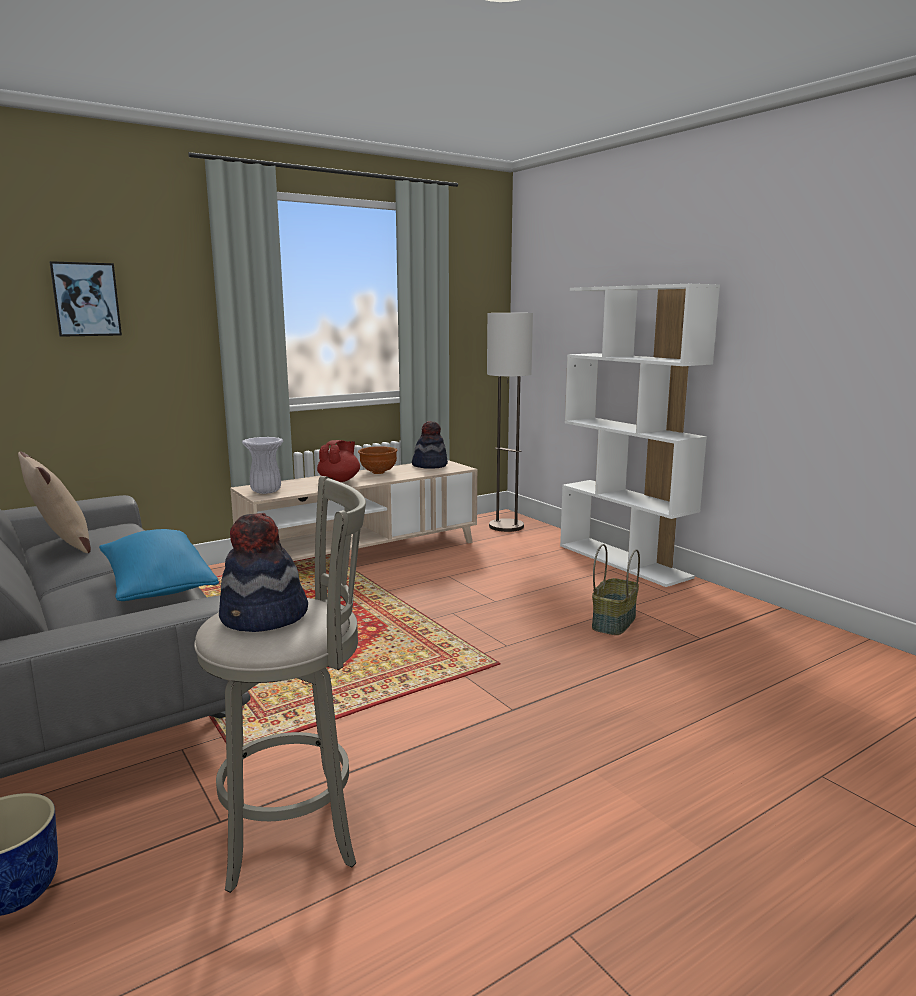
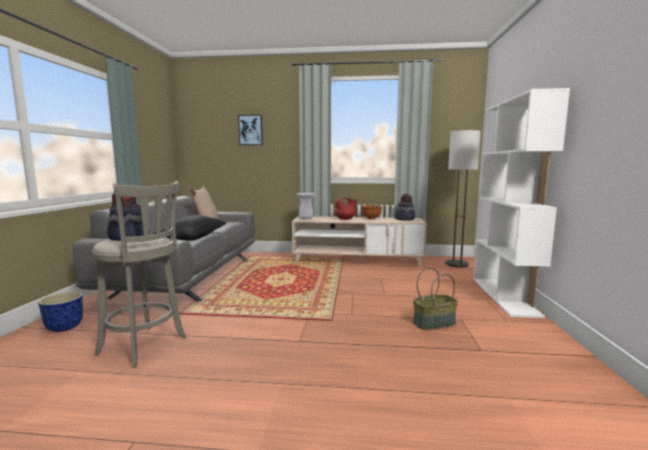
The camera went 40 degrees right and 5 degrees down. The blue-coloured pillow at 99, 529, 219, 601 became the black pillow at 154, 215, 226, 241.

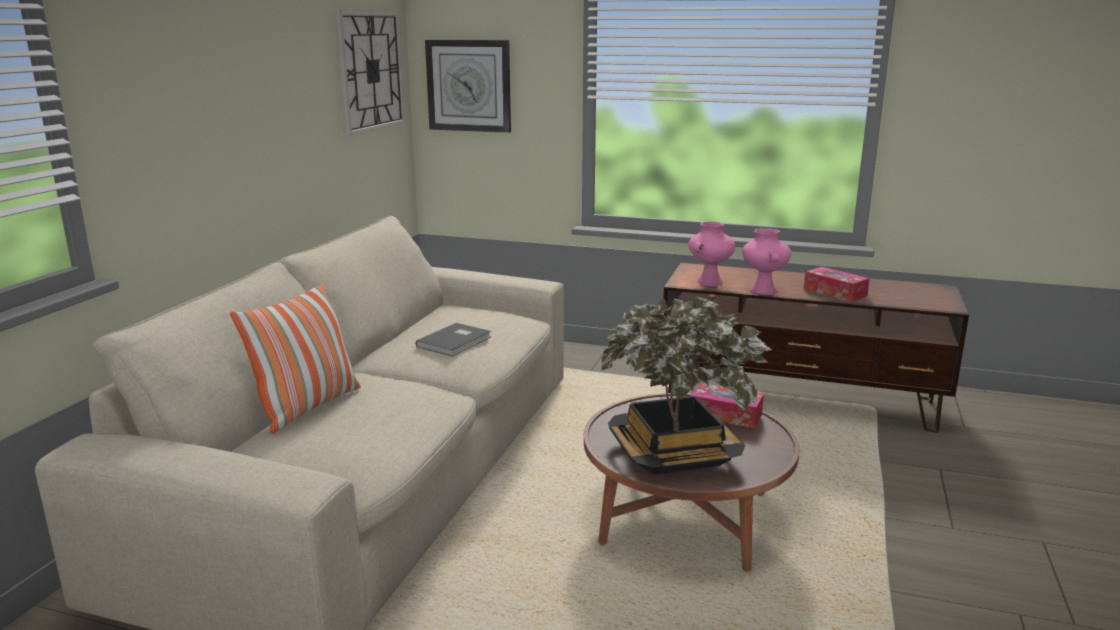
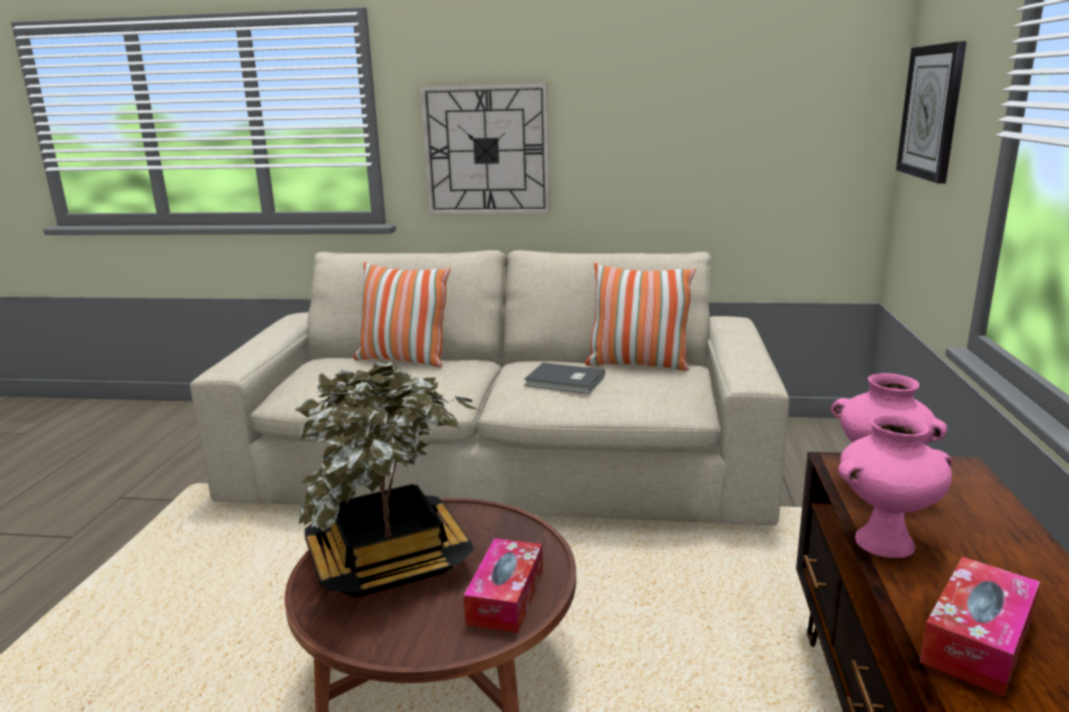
The camera went 80 degrees right and 0 degrees up. The clock on the wall moved from 335, 11, 405, 136 to 420, 83, 550, 215. The pillow at 585, 263, 696, 371 appeared.

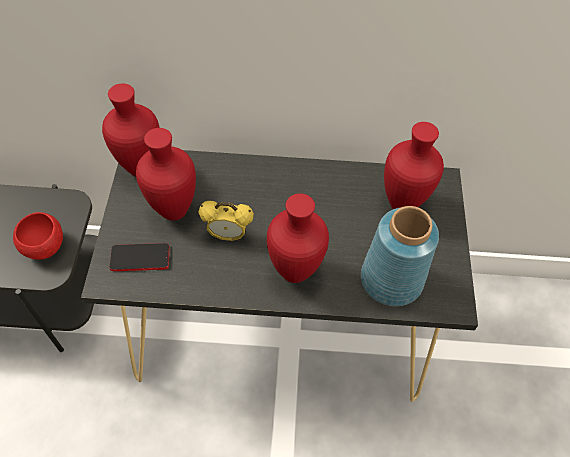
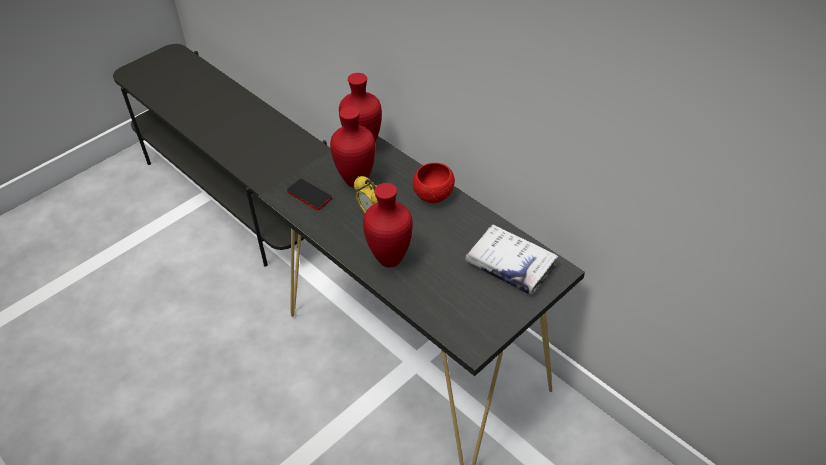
The camera went 45 degrees right and 10 degrees down. The red decorative vase at 384, 122, 444, 209 was replaced by the whitish bound book at 465, 224, 558, 295. The blue-coloured decorative vase at 361, 206, 439, 306 disappeared. The red serving bowl moved from 13, 212, 63, 260 to 413, 163, 455, 203.

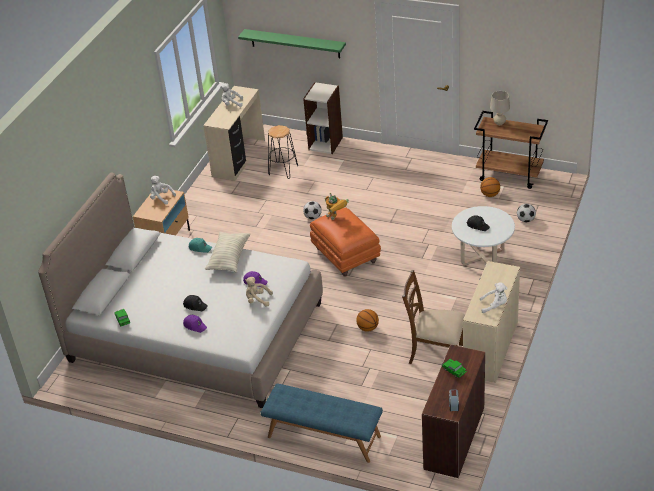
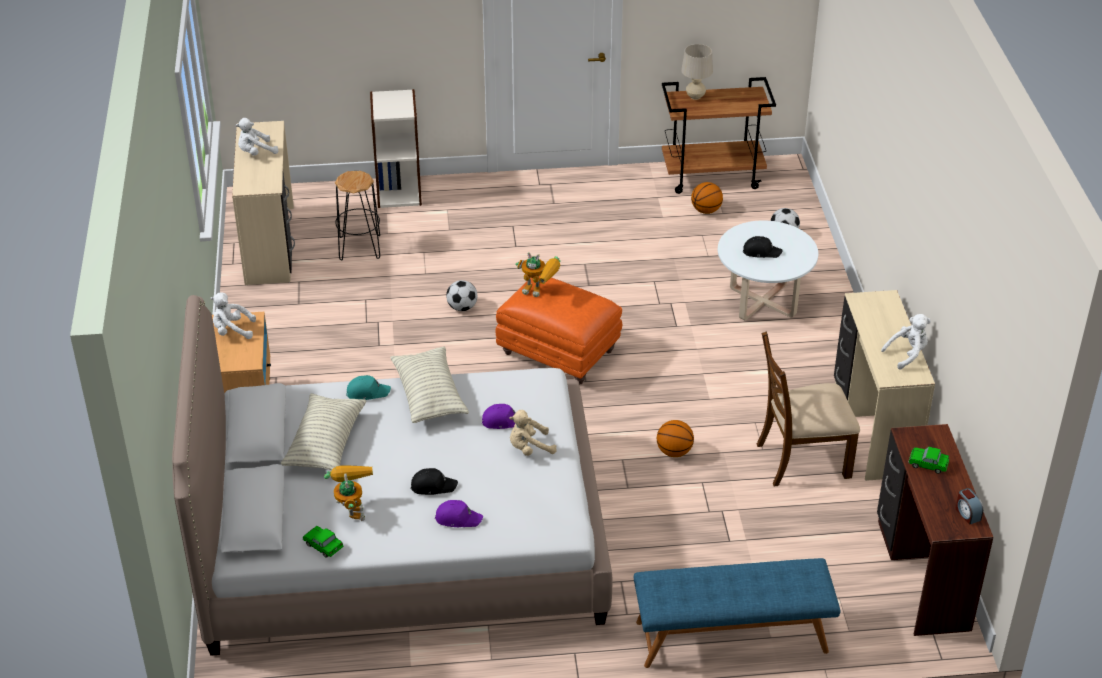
The camera went 30 degrees left and 0 degrees up. The greenish shelf at 238, 29, 346, 58 disappeared. The pillow at 281, 393, 366, 470 appeared. The model robot at 324, 465, 373, 521 appeared.

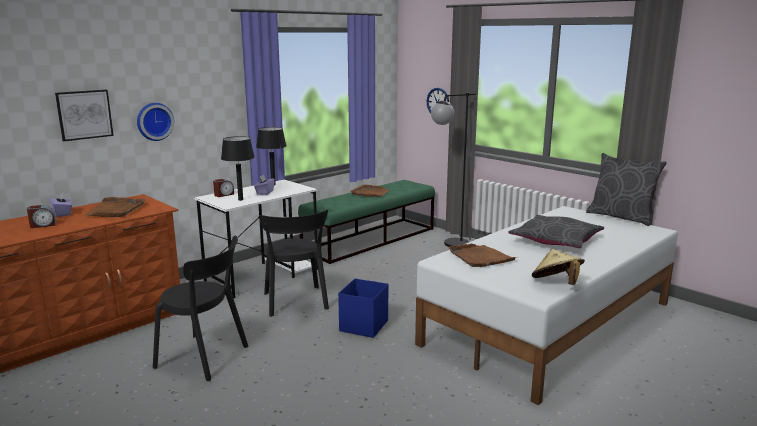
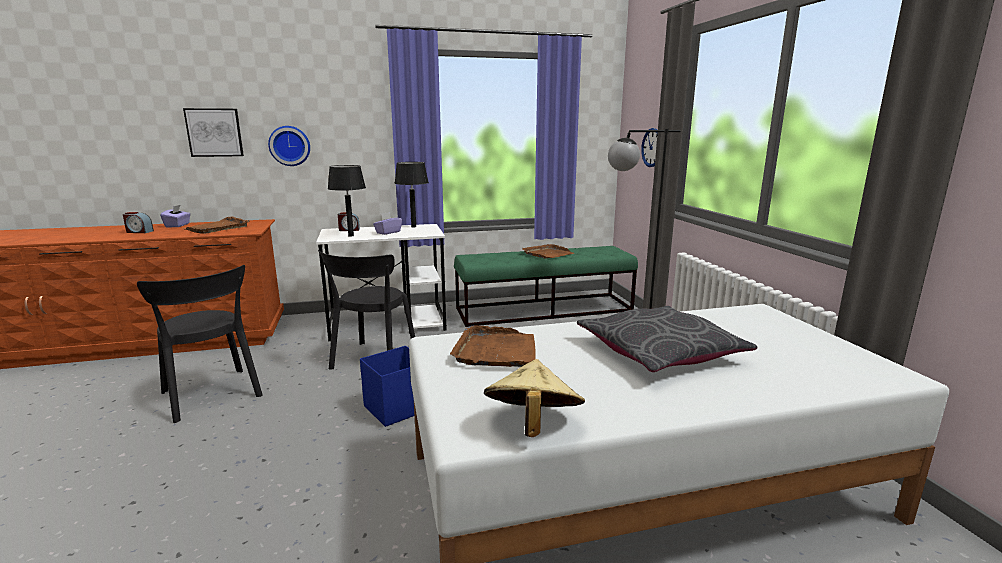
The camera went 30 degrees right and 0 degrees up. The grey pillow at 586, 153, 667, 226 disappeared.

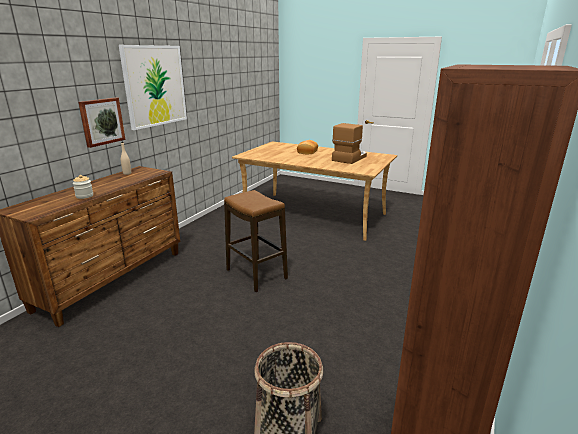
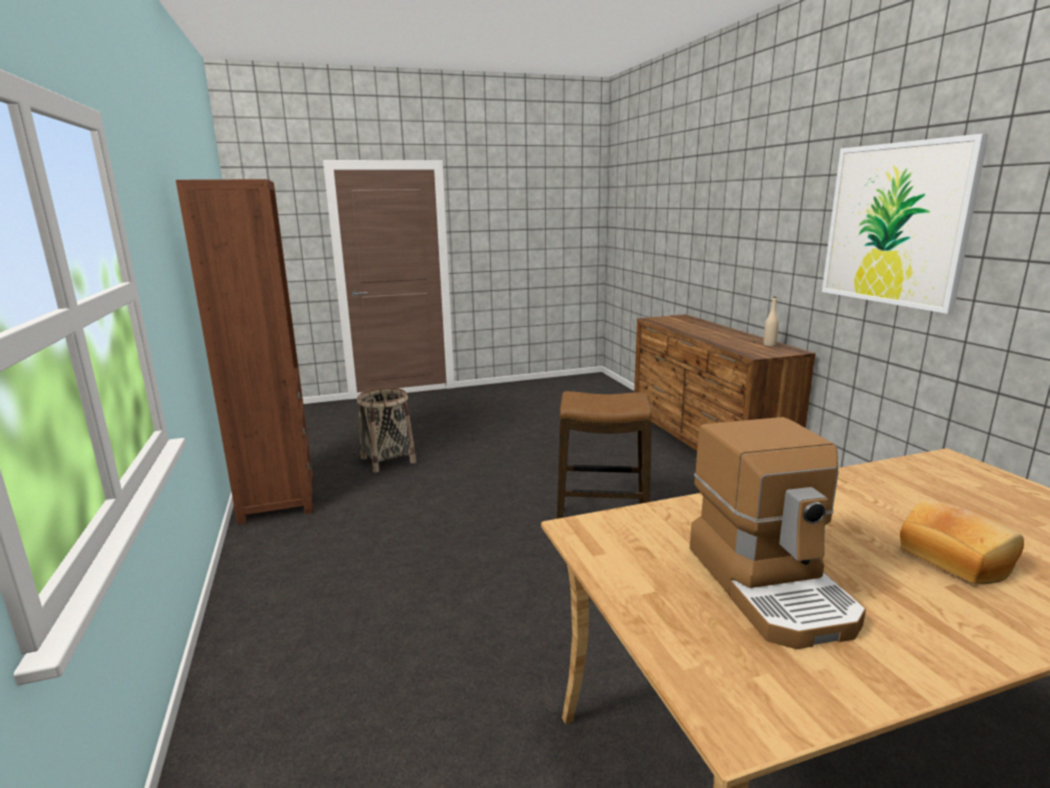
The camera went 135 degrees right and 5 degrees down. The wall art at 79, 97, 126, 148 disappeared. The storage jar at 73, 175, 93, 199 disappeared.

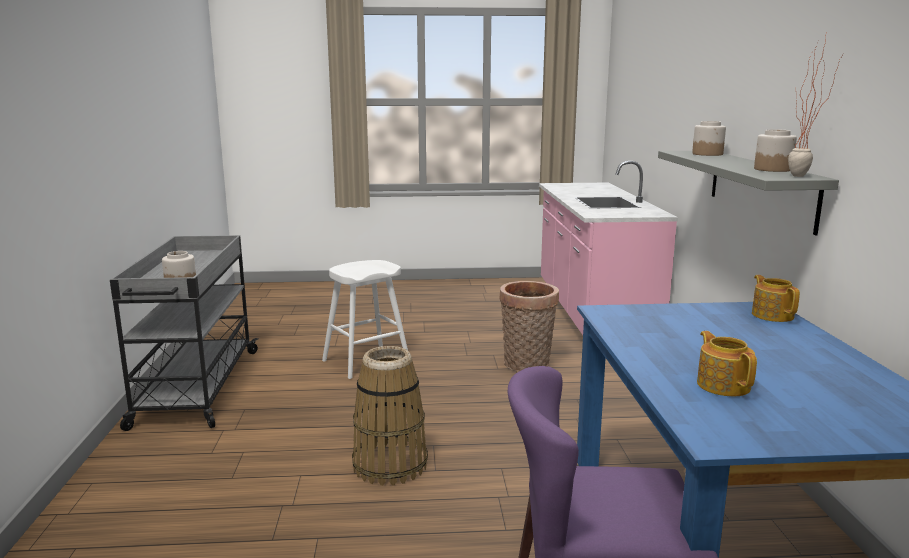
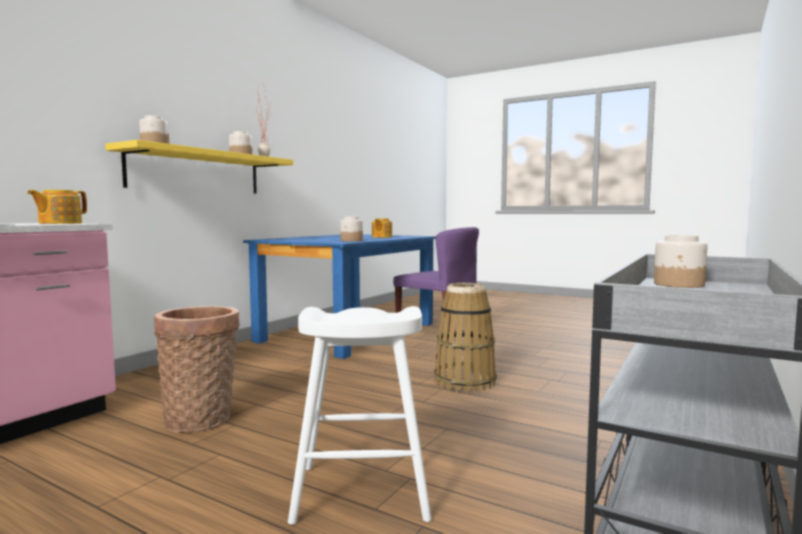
The camera went 145 degrees left and 10 degrees down. The grey shelf at 658, 151, 839, 235 became the yellow shelf at 105, 140, 293, 193. The teapot moved from 752, 275, 800, 322 to 27, 190, 87, 224. The storage jar at 340, 217, 363, 242 appeared.

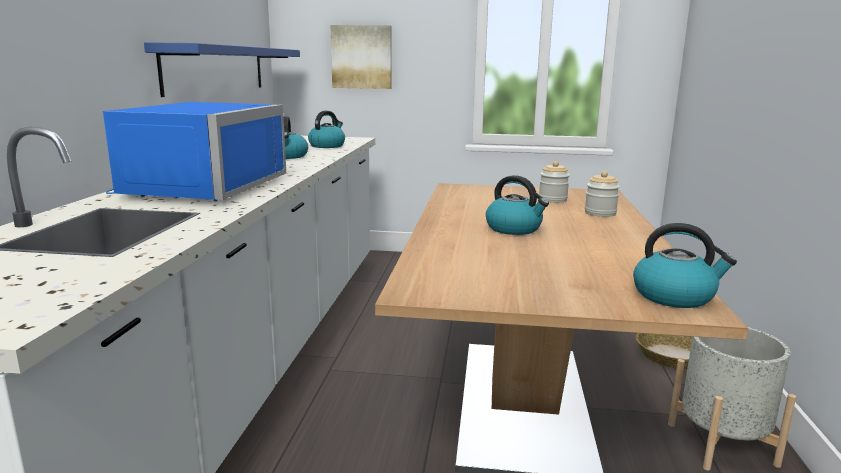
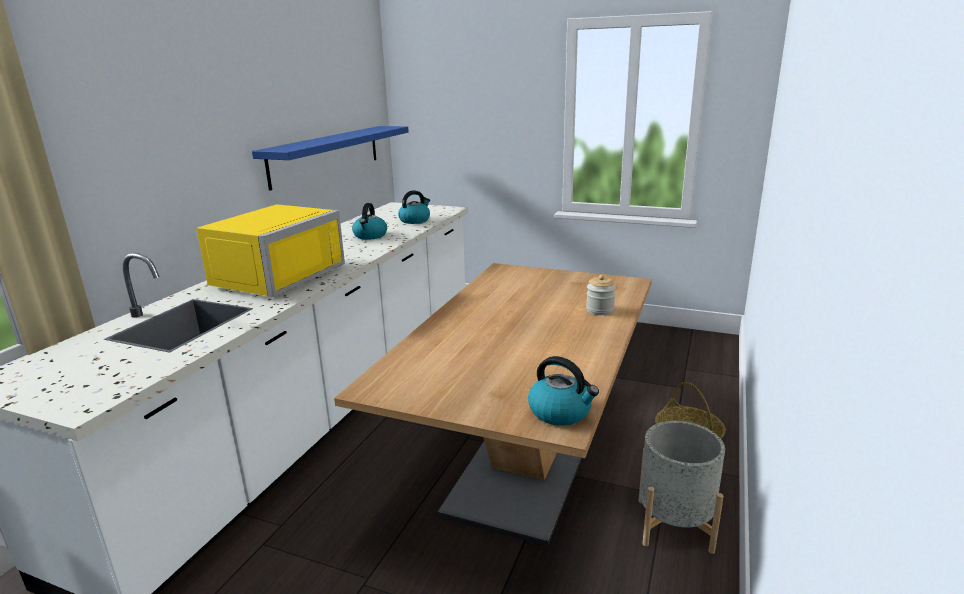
The camera went 15 degrees right and 5 degrees up. The wall art at 331, 25, 391, 89 disappeared. The blue-coloured microwave at 103, 102, 286, 201 became the yellow microwave at 196, 204, 345, 297. The storage jar at 539, 161, 570, 203 disappeared. The tea kettle at 486, 175, 549, 235 disappeared.

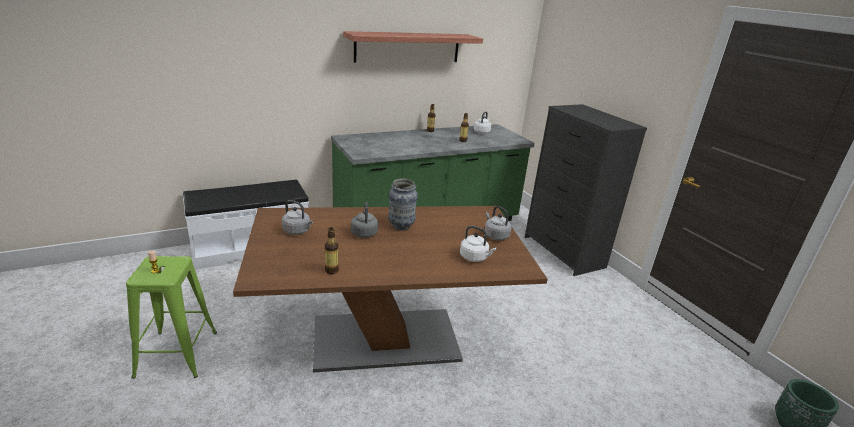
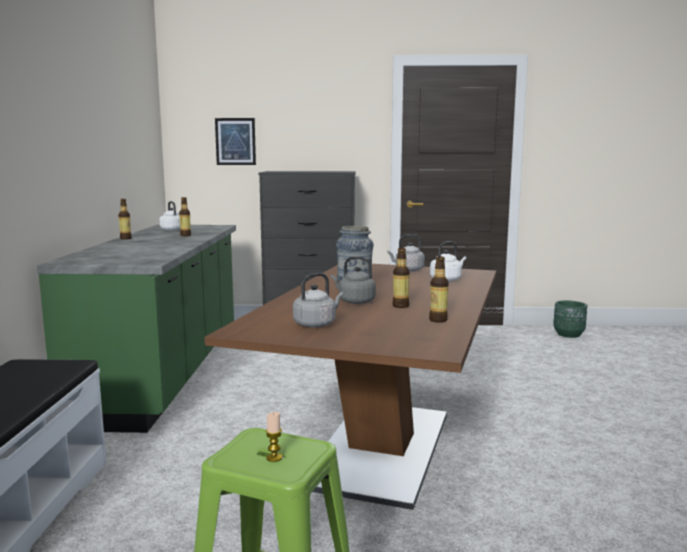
The camera went 60 degrees left and 15 degrees down. The shelf at 343, 31, 483, 62 disappeared. The wall art at 215, 118, 256, 165 appeared. The beverage bottle at 393, 248, 410, 308 appeared.

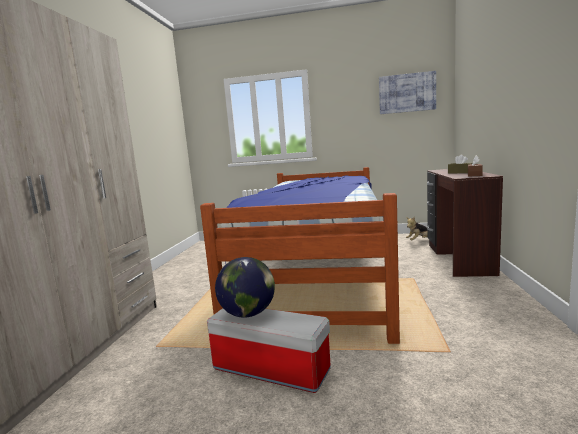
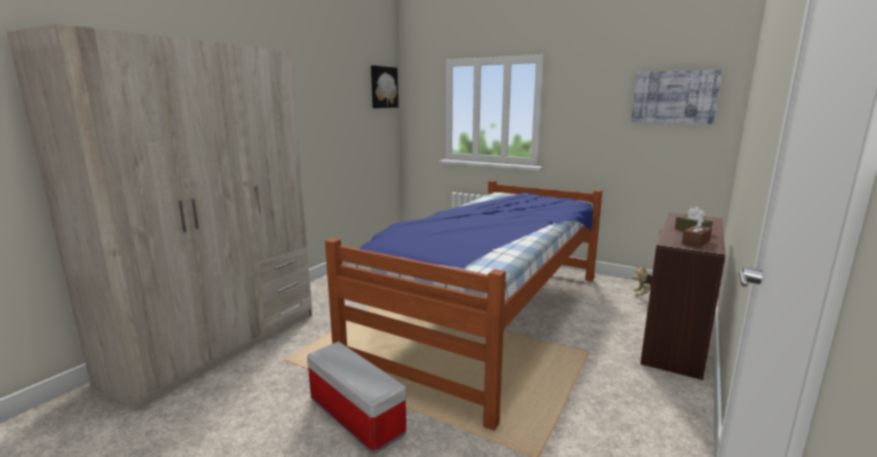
The camera went 20 degrees right and 5 degrees up. The globe at 215, 257, 275, 318 disappeared. The wall art at 371, 65, 398, 108 appeared.

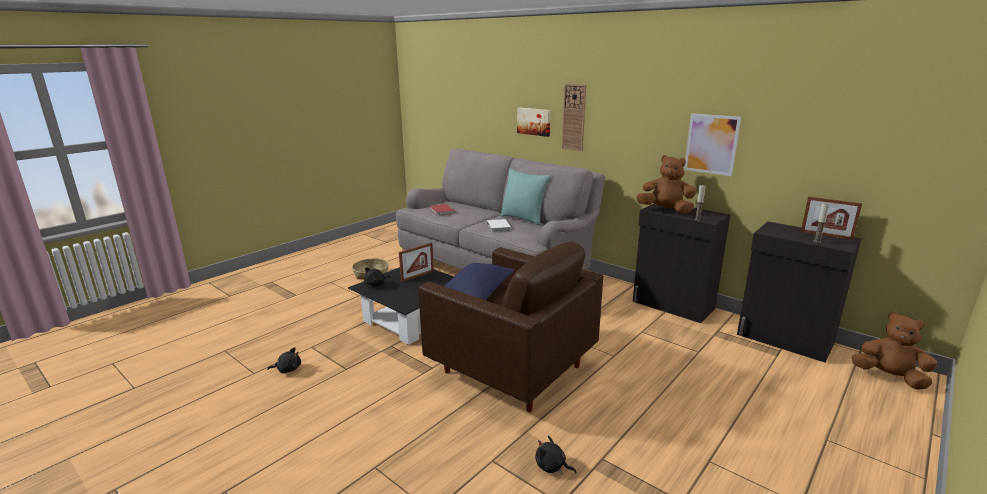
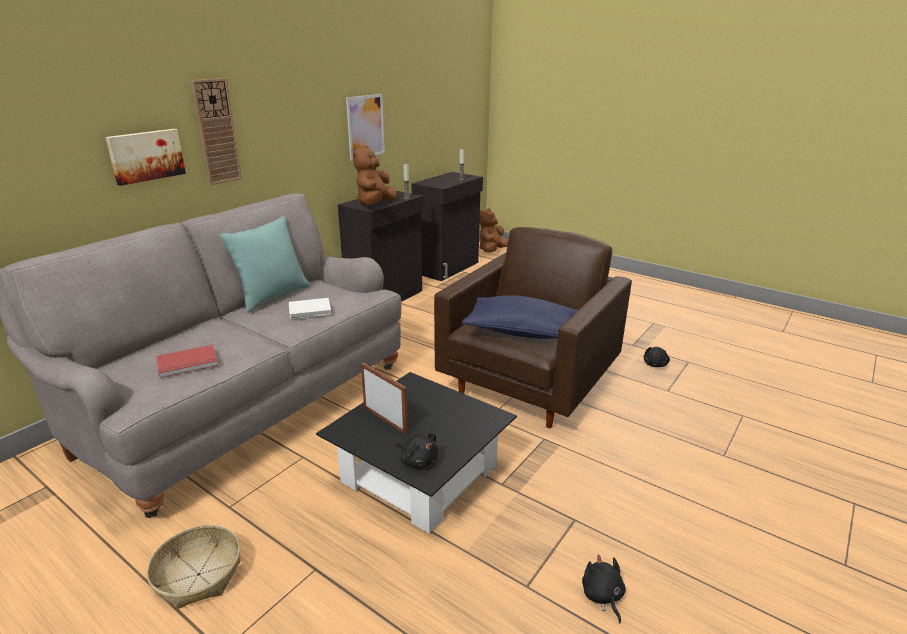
The camera went 95 degrees left and 5 degrees up. The standing frame at 801, 197, 862, 240 disappeared.

